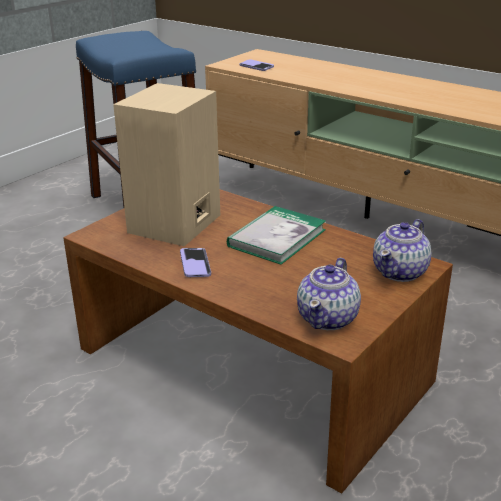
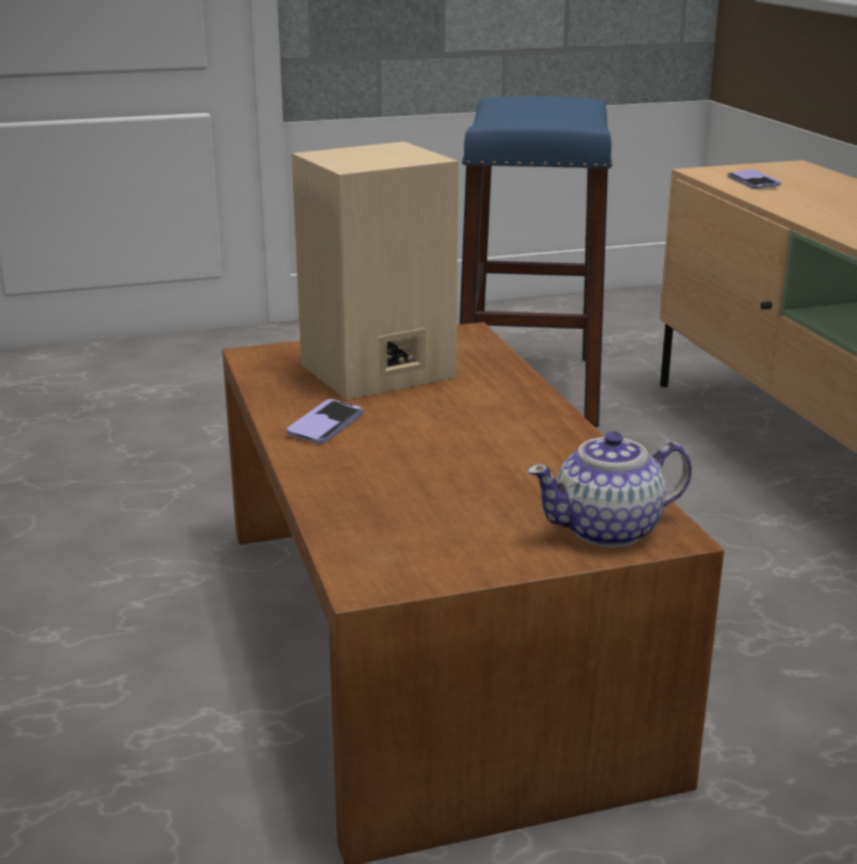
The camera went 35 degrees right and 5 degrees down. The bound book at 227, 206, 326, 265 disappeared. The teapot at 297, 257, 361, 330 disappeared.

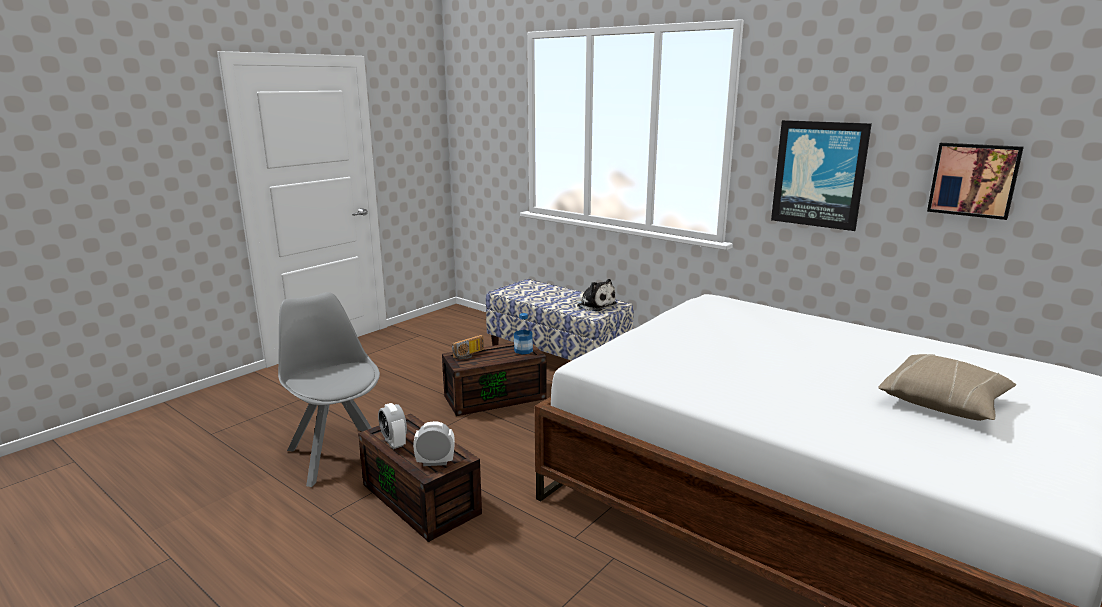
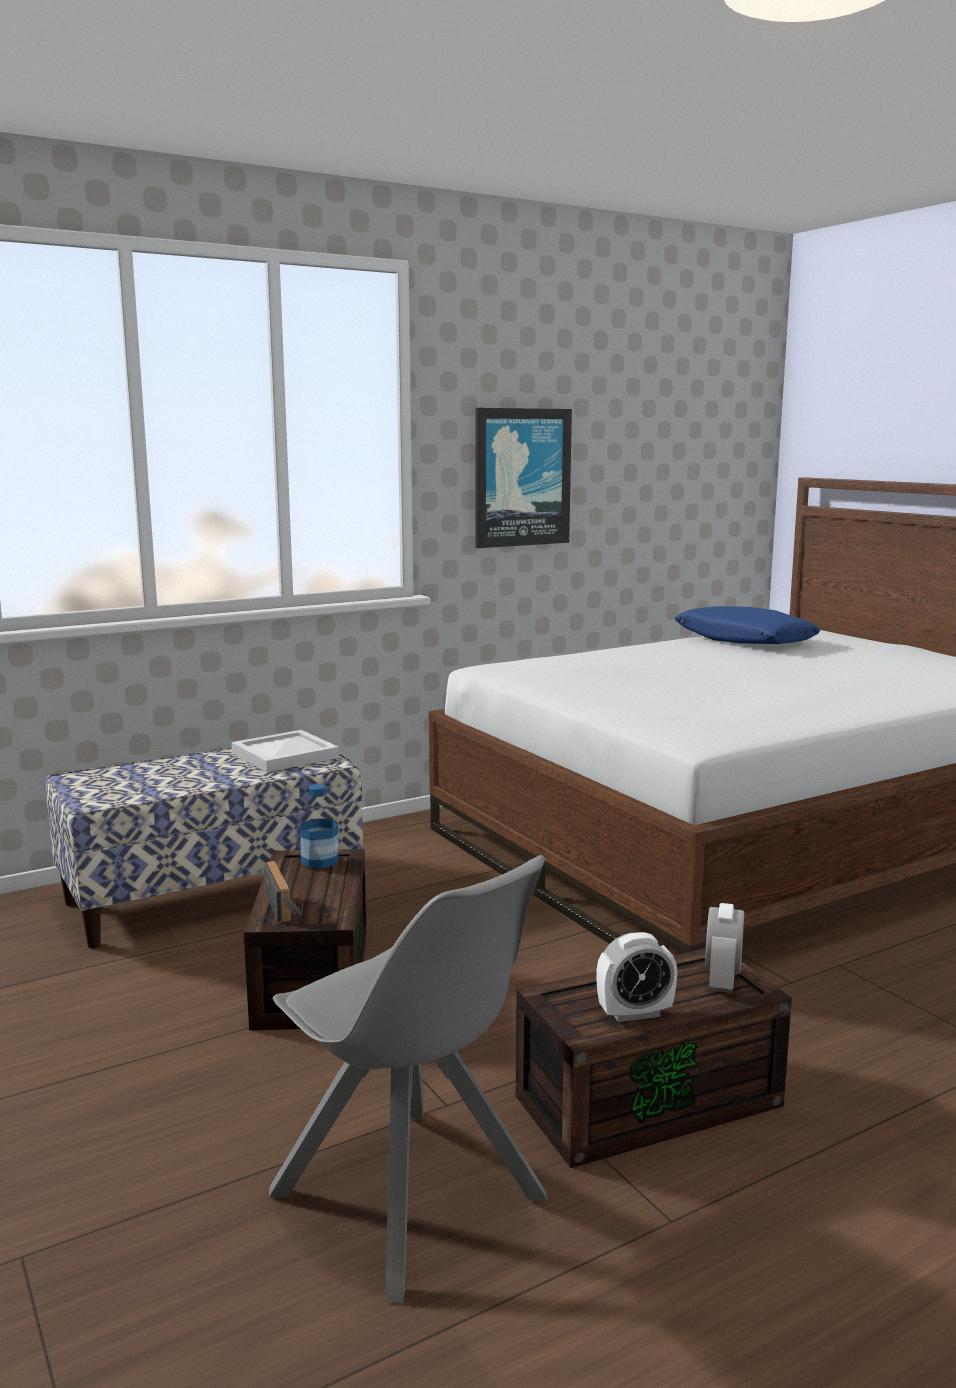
The camera went 70 degrees left and 5 degrees down. The wall art at 927, 143, 1024, 220 disappeared. The cuddly toy at 572, 279, 617, 311 was replaced by the whitish serving tray at 231, 730, 339, 772. The grey plain chair at 278, 292, 380, 487 turned 120 degrees counterclockwise. The beige pillow at 878, 354, 1016, 421 disappeared. The blue-coloured pillow at 675, 606, 821, 644 appeared.

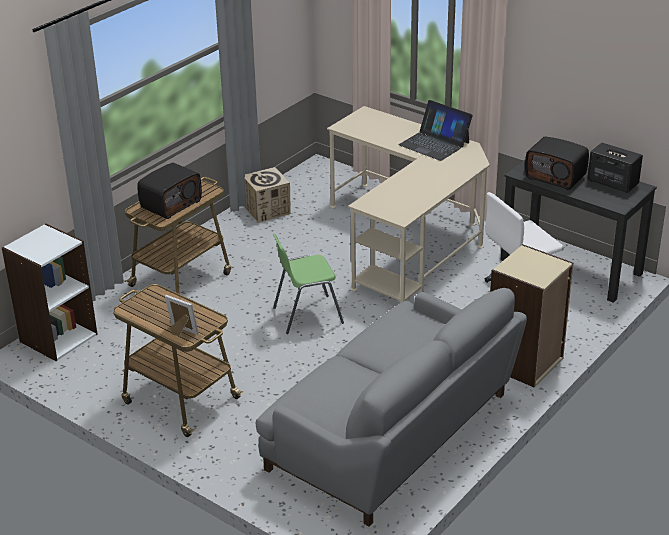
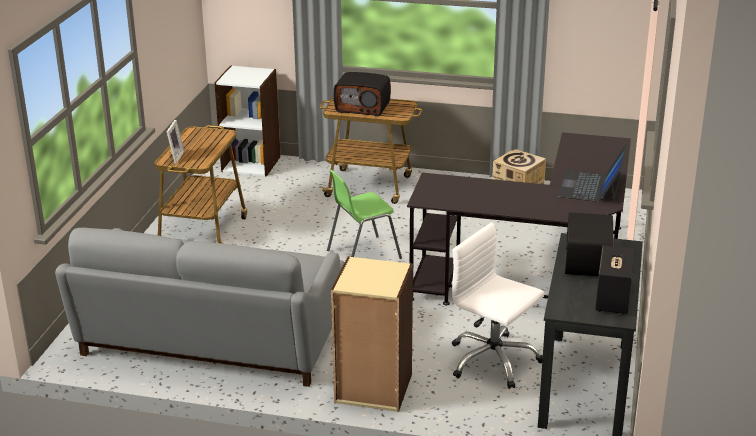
The camera went 65 degrees right and 5 degrees down. The beige desk table at 327, 106, 490, 303 became the black desk table at 407, 132, 631, 305. The greenish plain chair at 273, 234, 344, 334 turned 75 degrees counterclockwise.

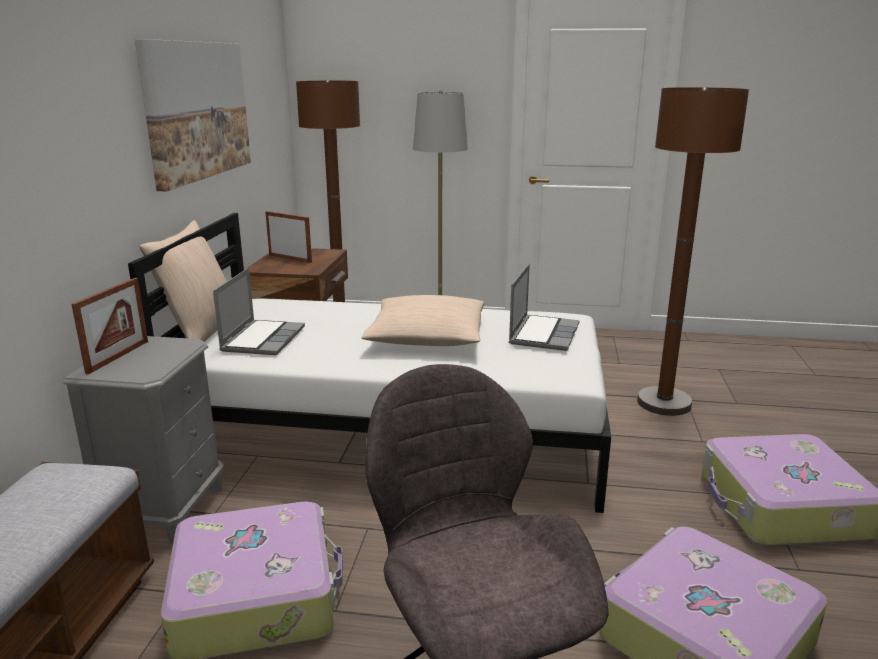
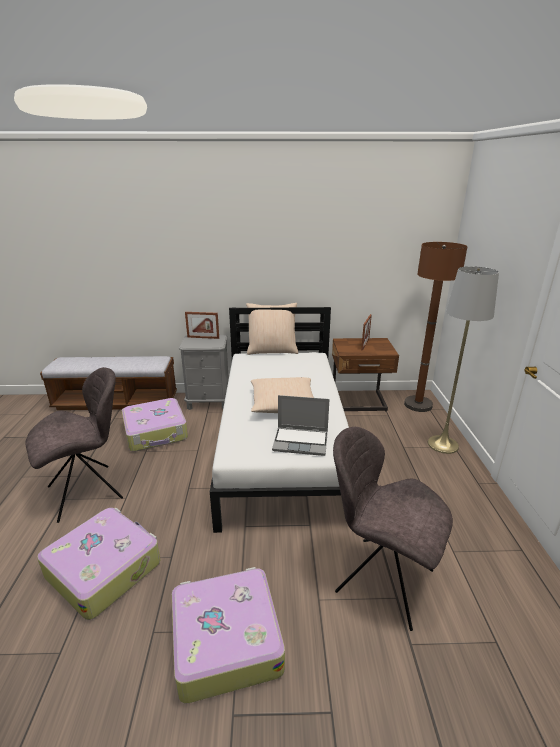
The camera went 80 degrees right and 5 degrees up. The wall art at 135, 39, 251, 191 disappeared. The brown standard lamp at 637, 87, 749, 416 was replaced by the grey plain chair at 333, 427, 453, 631. The laptop at 213, 268, 305, 355 disappeared.

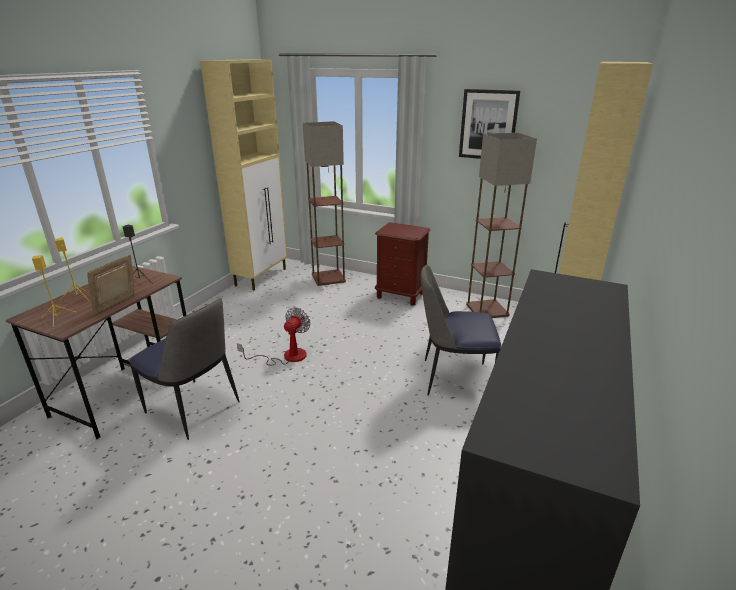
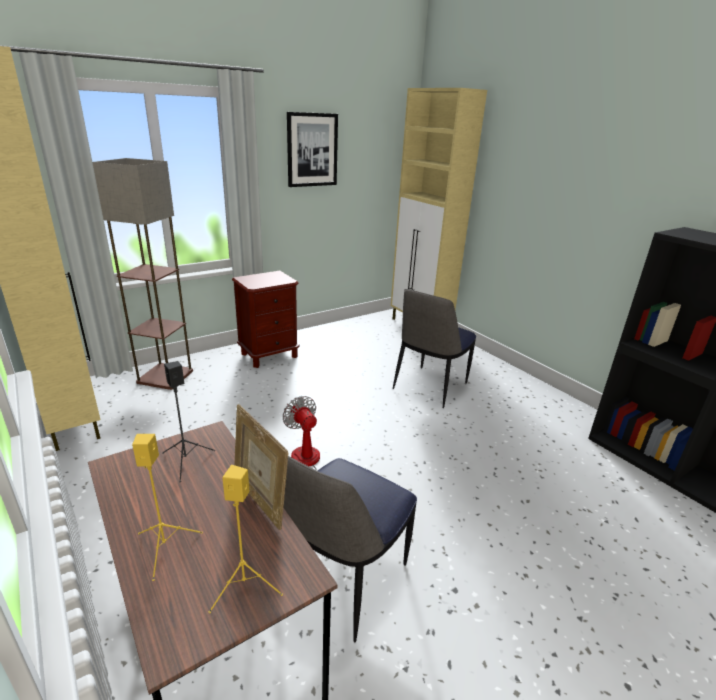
The camera went 60 degrees left and 0 degrees up. The standard lamp at 466, 133, 537, 318 disappeared. The plain chair at 129, 298, 240, 440 turned 150 degrees clockwise.

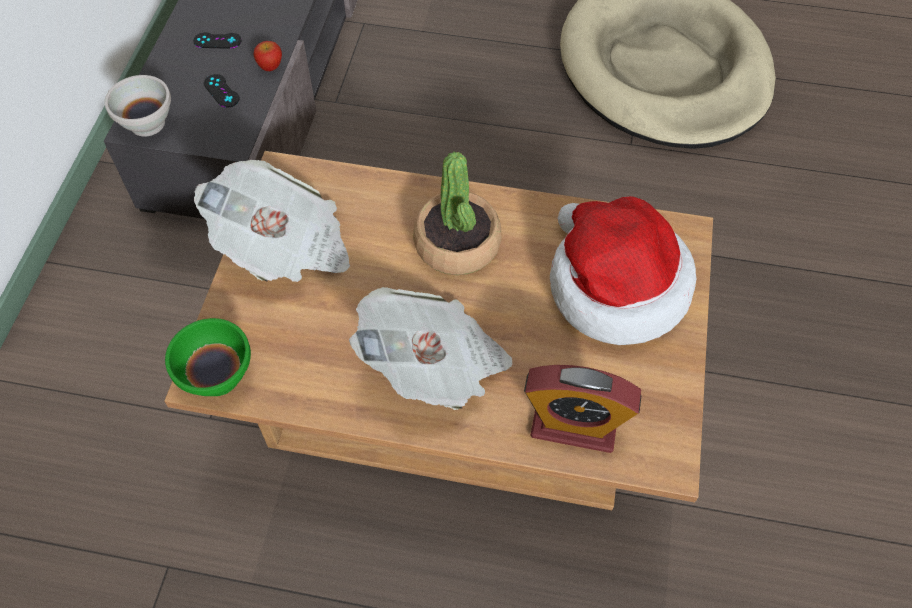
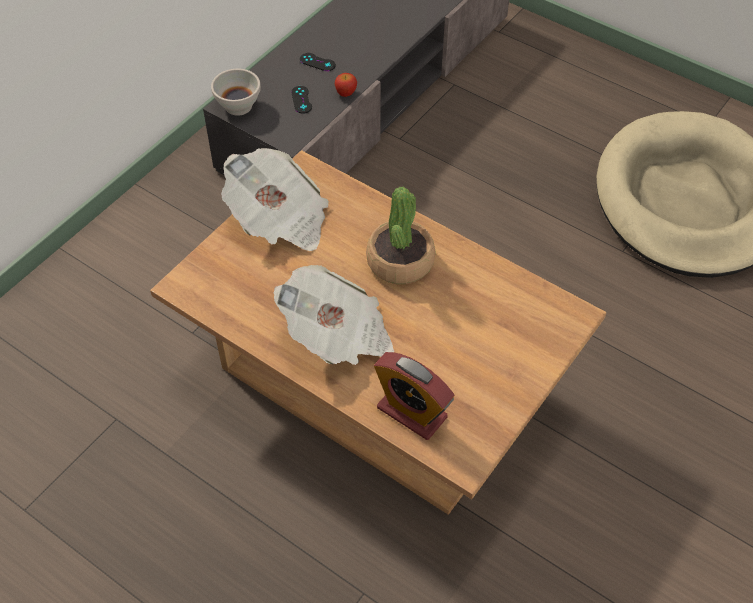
The camera went 25 degrees right and 5 degrees down. The wearable hat at 550, 196, 696, 345 disappeared. The greenish serving bowl at 165, 318, 251, 396 disappeared.

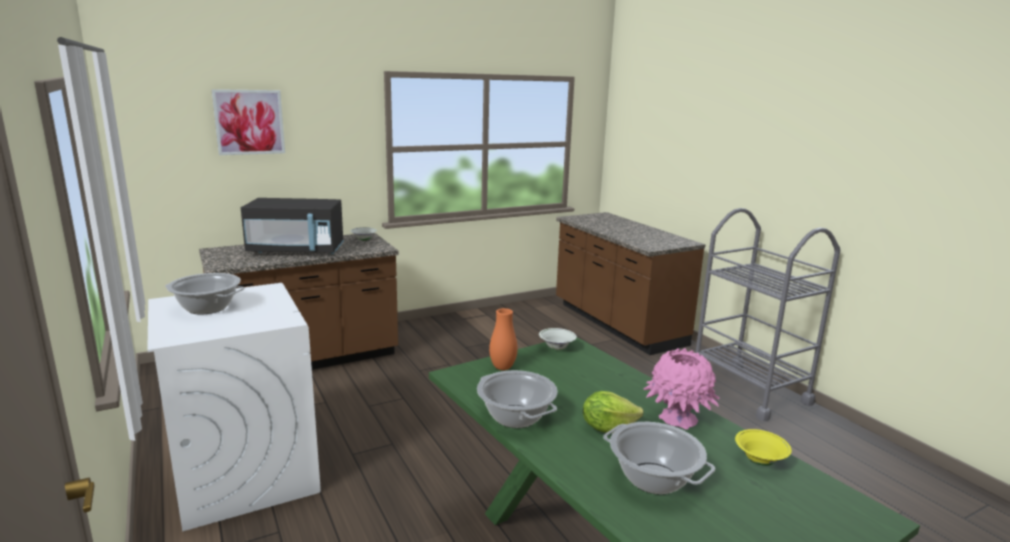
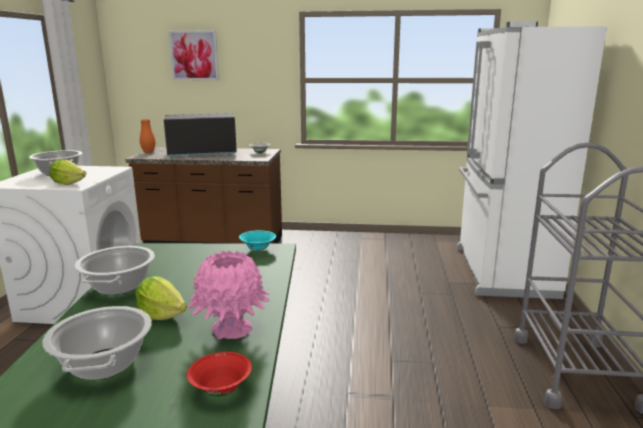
The camera went 35 degrees right and 0 degrees up. The black microwave at 241, 198, 344, 254 turned 135 degrees clockwise. The brown kitchen base unit at 556, 212, 705, 355 was replaced by the whitish fridge at 457, 22, 607, 299. The orangey decorative vase moved from 489, 308, 518, 370 to 140, 119, 155, 153. The whitish serving bowl at 539, 328, 577, 350 became the turquoise serving bowl at 239, 230, 276, 251. The yellow serving bowl at 735, 429, 792, 466 became the red serving bowl at 187, 352, 252, 397. The lettuce at 49, 159, 86, 185 appeared.

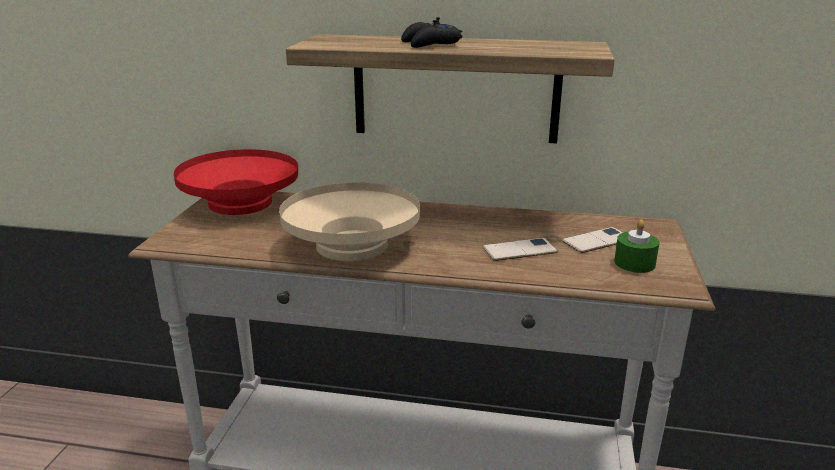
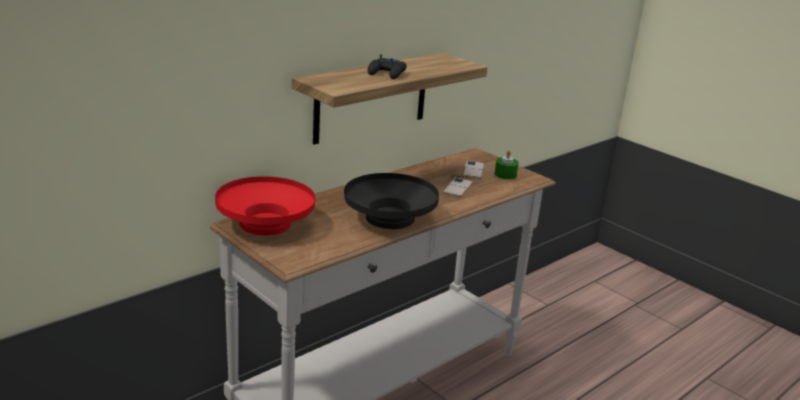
The camera went 55 degrees left and 0 degrees up. The beige serving bowl at 279, 182, 420, 261 became the black serving bowl at 344, 173, 439, 229.

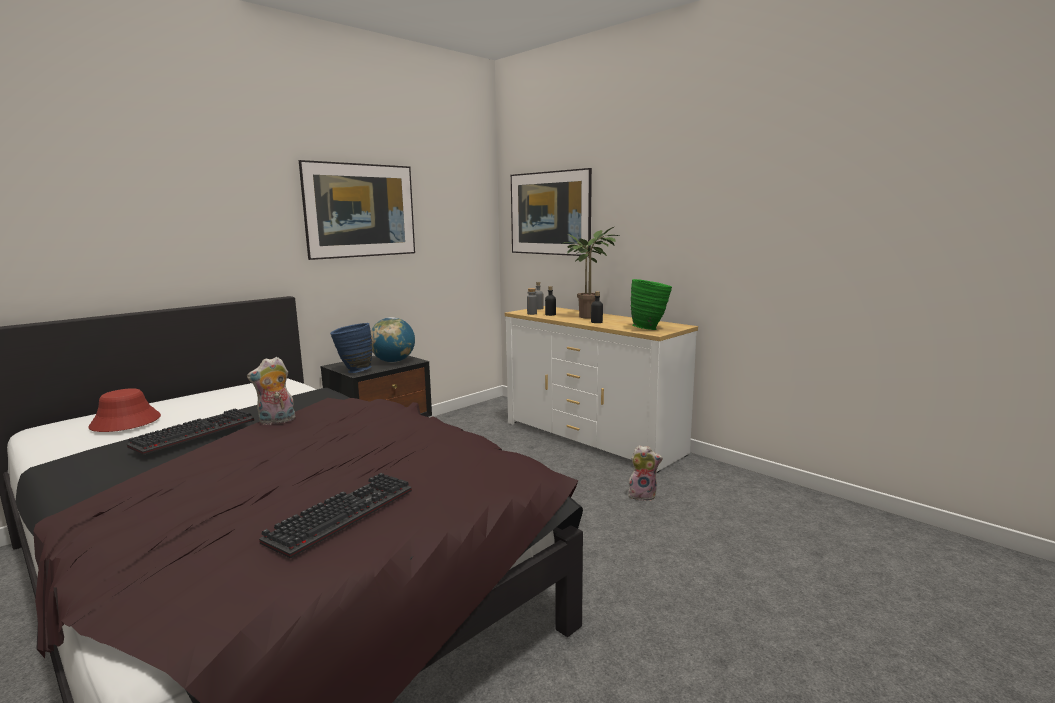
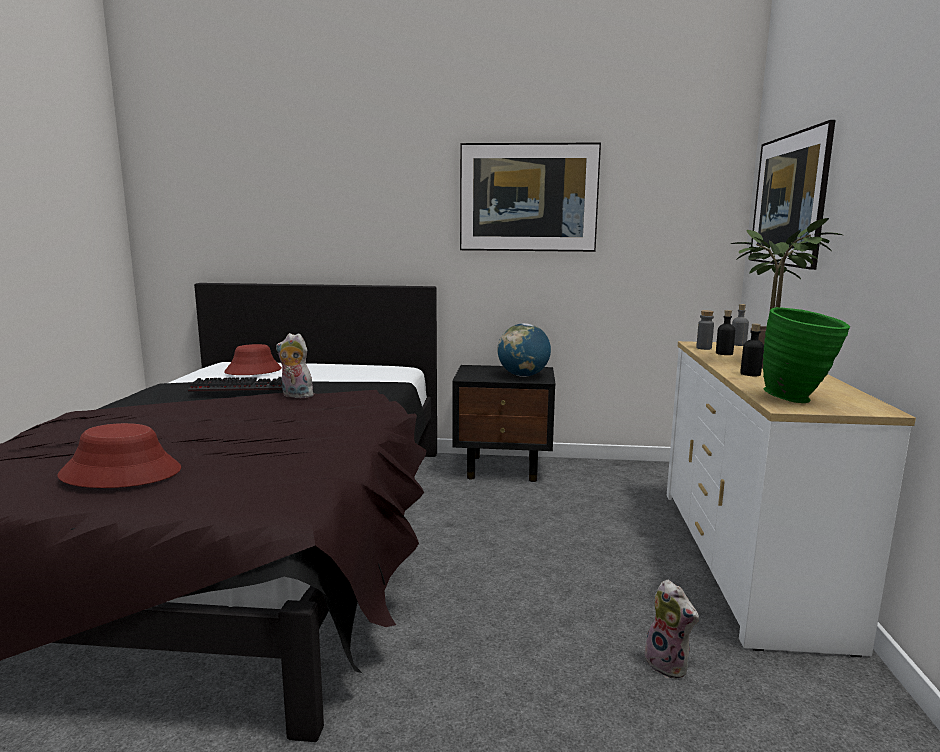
The camera went 50 degrees right and 0 degrees up. The blue-coloured decorative vase at 330, 323, 372, 373 disappeared. The computer keyboard at 259, 473, 412, 559 was replaced by the red wearable hat at 57, 423, 181, 488.

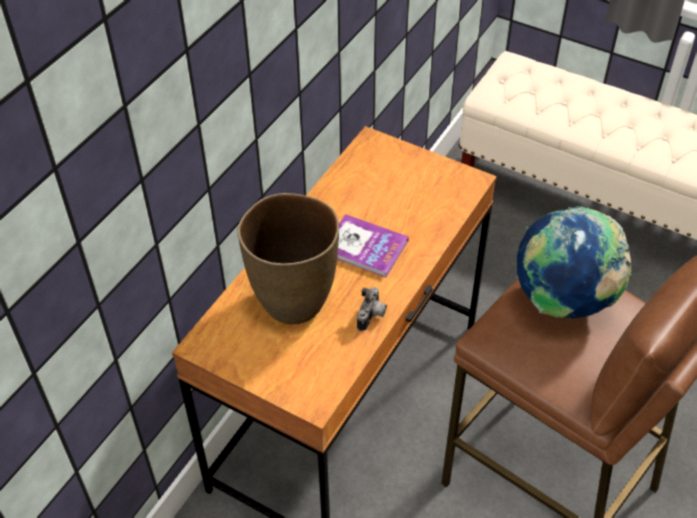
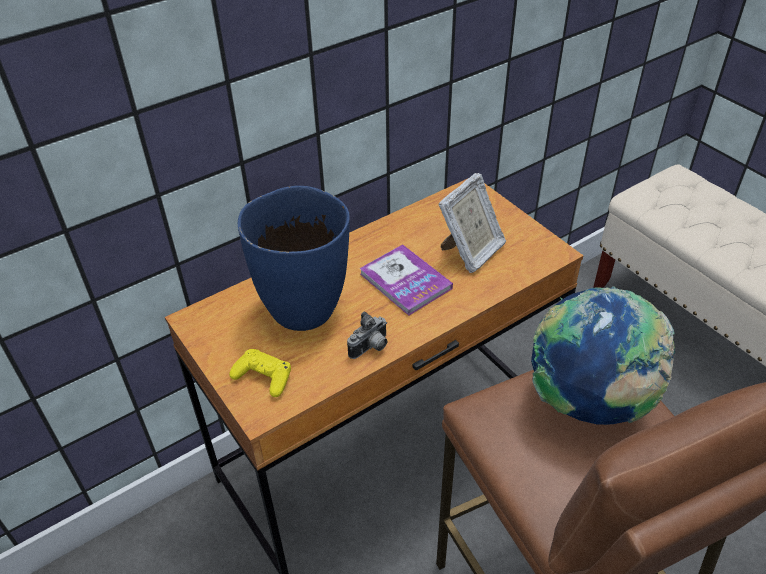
The camera went 25 degrees right and 5 degrees down. The brown decorative vase at 237, 193, 339, 324 became the blue-coloured decorative vase at 238, 186, 350, 331. The standing frame at 438, 173, 506, 273 appeared. The yellow game controller at 229, 349, 291, 397 appeared.

